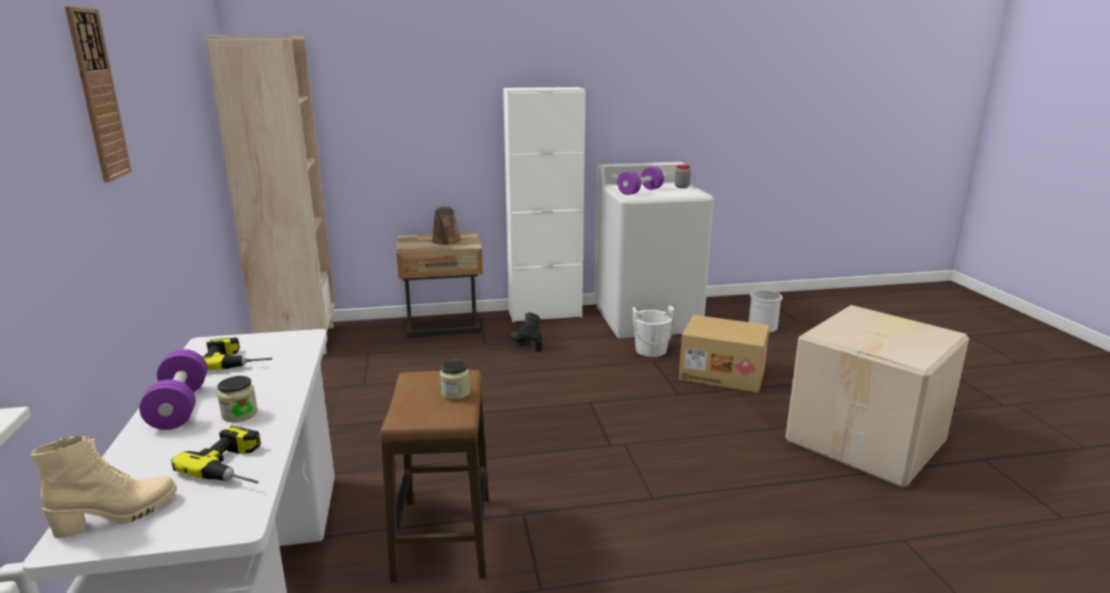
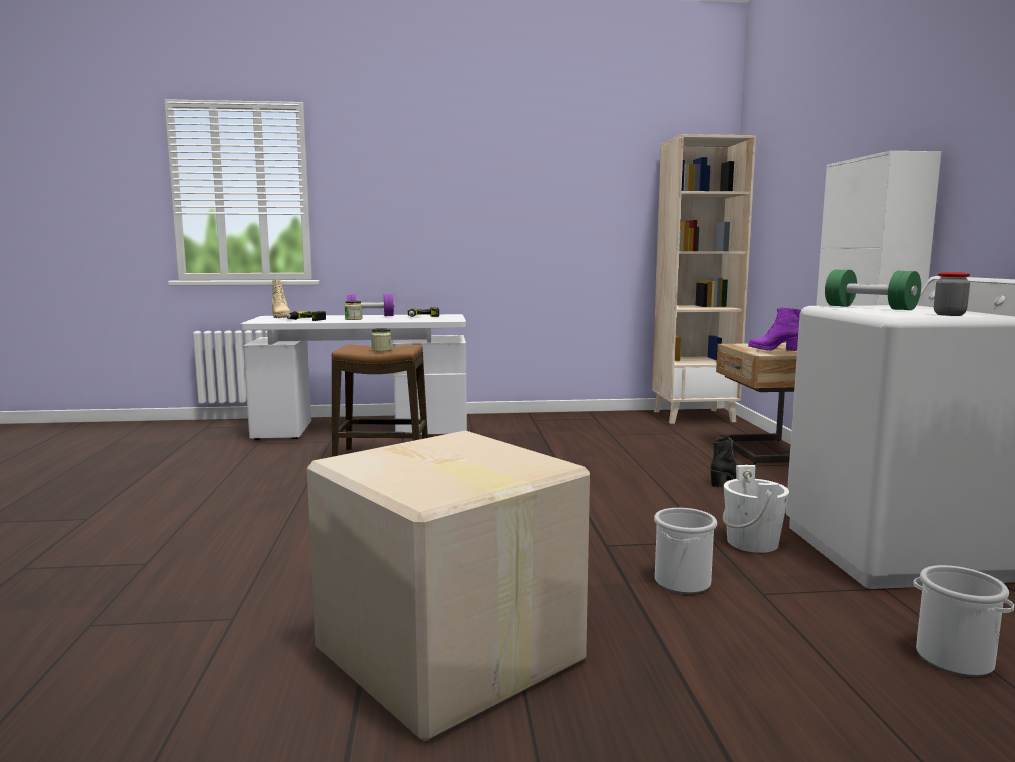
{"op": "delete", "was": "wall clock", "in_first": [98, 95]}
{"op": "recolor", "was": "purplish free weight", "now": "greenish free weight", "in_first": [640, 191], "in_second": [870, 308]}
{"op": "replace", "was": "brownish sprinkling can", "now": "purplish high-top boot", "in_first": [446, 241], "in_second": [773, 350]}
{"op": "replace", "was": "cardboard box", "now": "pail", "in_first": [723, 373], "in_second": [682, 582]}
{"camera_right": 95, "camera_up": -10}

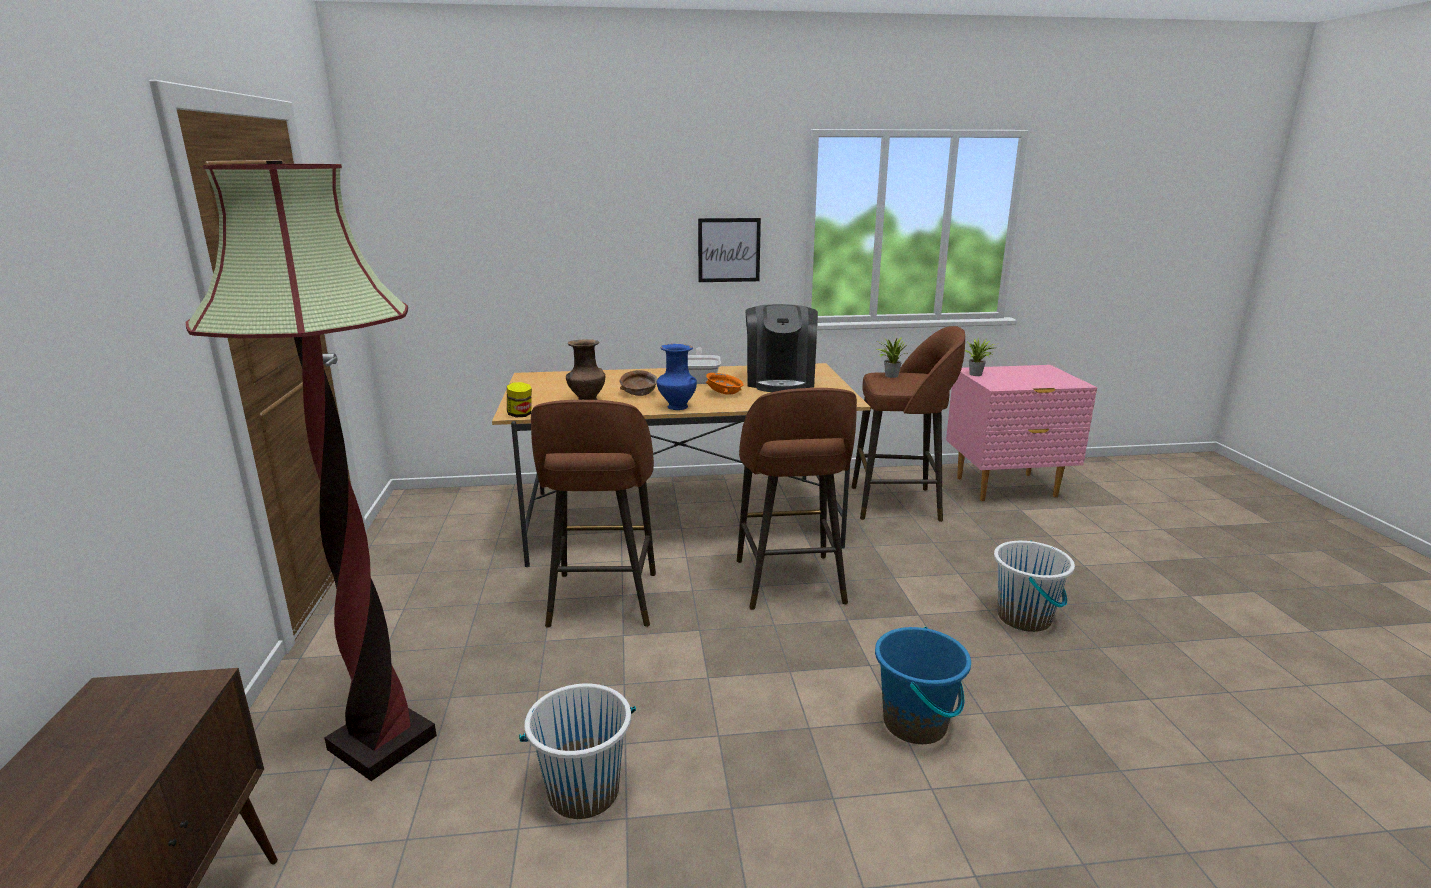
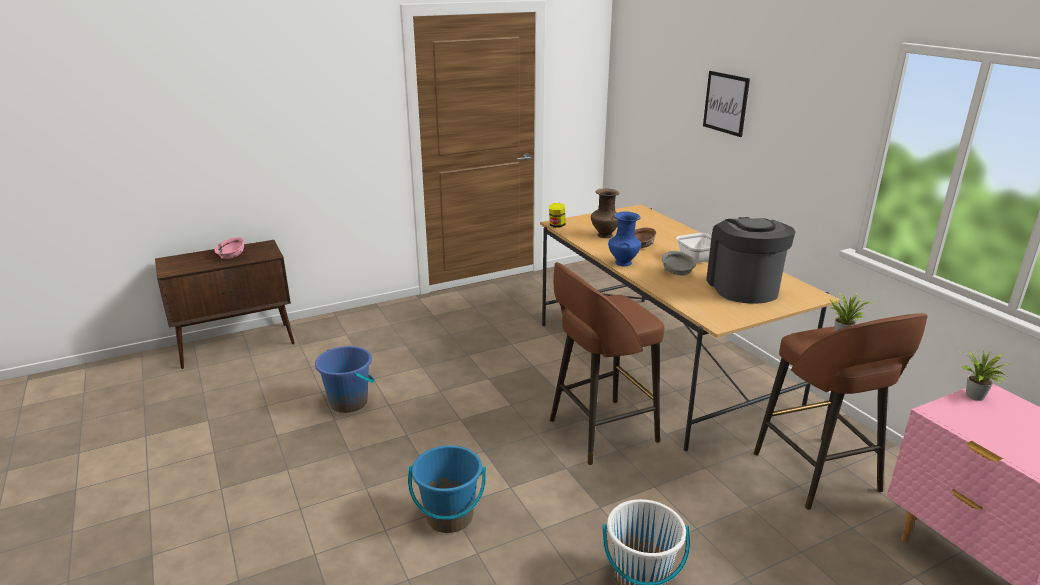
{"op": "delete", "was": "floor lamp", "in_first": [382, 743]}
{"op": "move", "was": "wall picture", "in_first": [729, 250], "in_second": [726, 103]}
{"op": "rotate", "was": "coffee brewer", "in_first": [780, 381], "in_second": [743, 287], "clockwise": 105}
{"op": "recolor", "was": "orangey bowl", "now": "greyish bowl", "in_first": [724, 393], "in_second": [677, 272]}
{"op": "delete", "was": "brownish stool seat", "in_first": [602, 601]}
{"op": "recolor", "was": "whitish pail", "now": "blue-coloured pail", "in_first": [583, 792], "in_second": [349, 402]}
{"op": "insert", "now": "pink bowl", "in_second": [231, 256]}
{"camera_right": 70, "camera_up": 5}

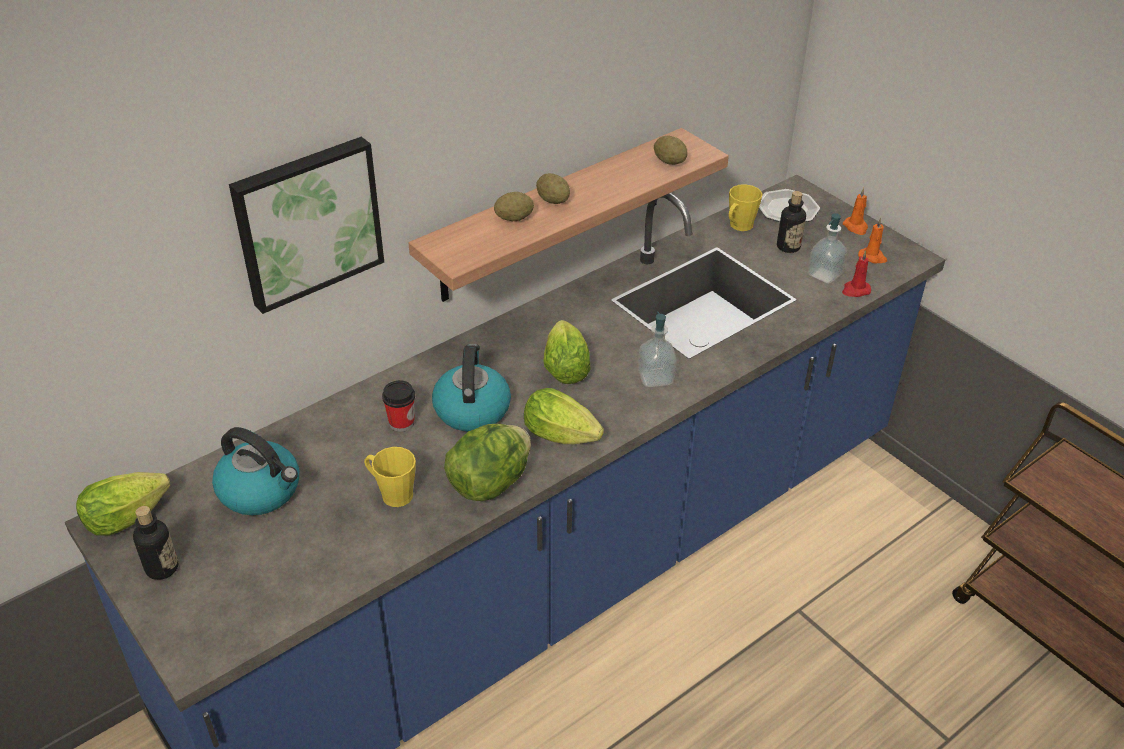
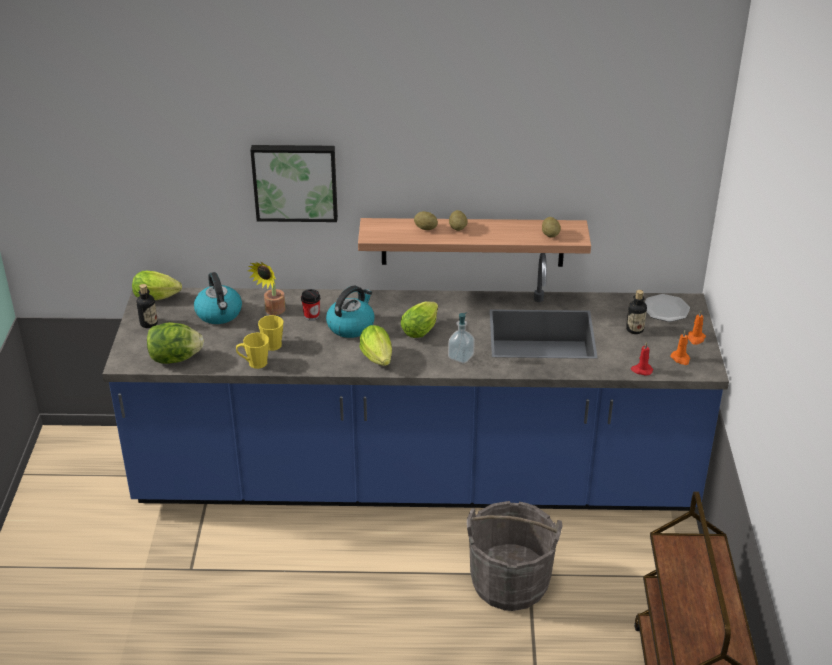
{"op": "move", "was": "yellow-coloured coffee mug", "in_first": [738, 226], "in_second": [254, 363]}
{"op": "delete", "was": "soap bottle", "in_first": [824, 275]}
{"op": "move", "was": "head of lettuce", "in_first": [490, 483], "in_second": [175, 358]}
{"op": "insert", "now": "potted plant", "in_second": [273, 311]}
{"op": "insert", "now": "greyish pail", "in_second": [509, 583]}
{"camera_right": 40, "camera_up": -5}

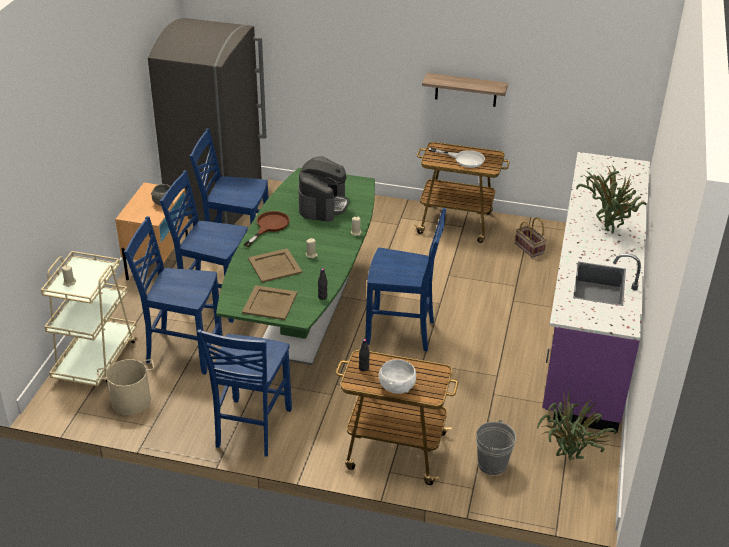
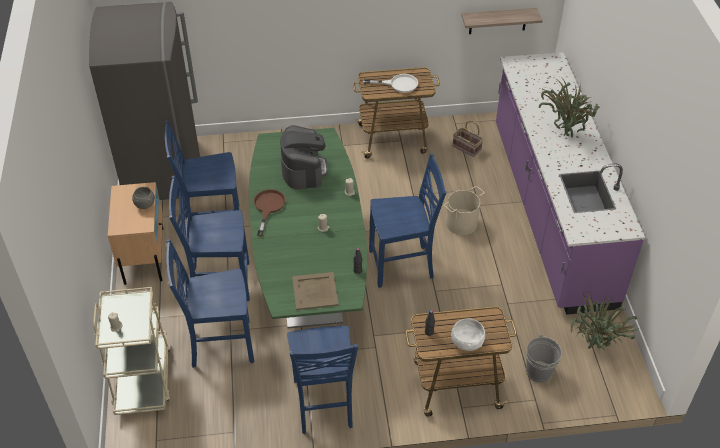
{"op": "move", "was": "wall shelf", "in_first": [466, 90], "in_second": [498, 21]}
{"op": "delete", "was": "beige carrying tray", "in_first": [274, 265]}
{"op": "move", "was": "beige pail", "in_first": [130, 401], "in_second": [461, 223]}
{"camera_right": -20, "camera_up": 10}

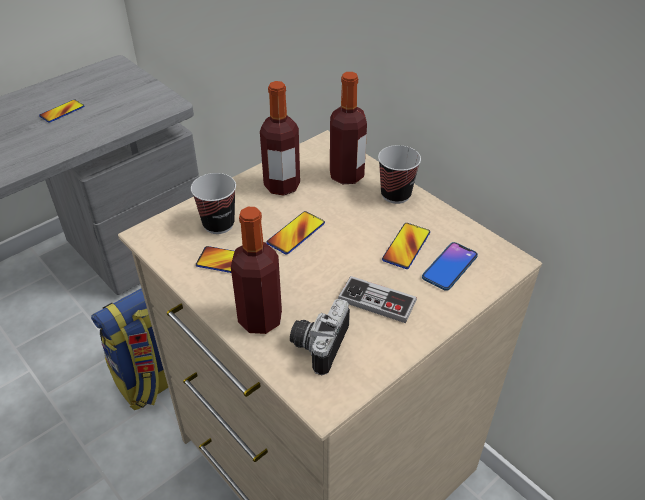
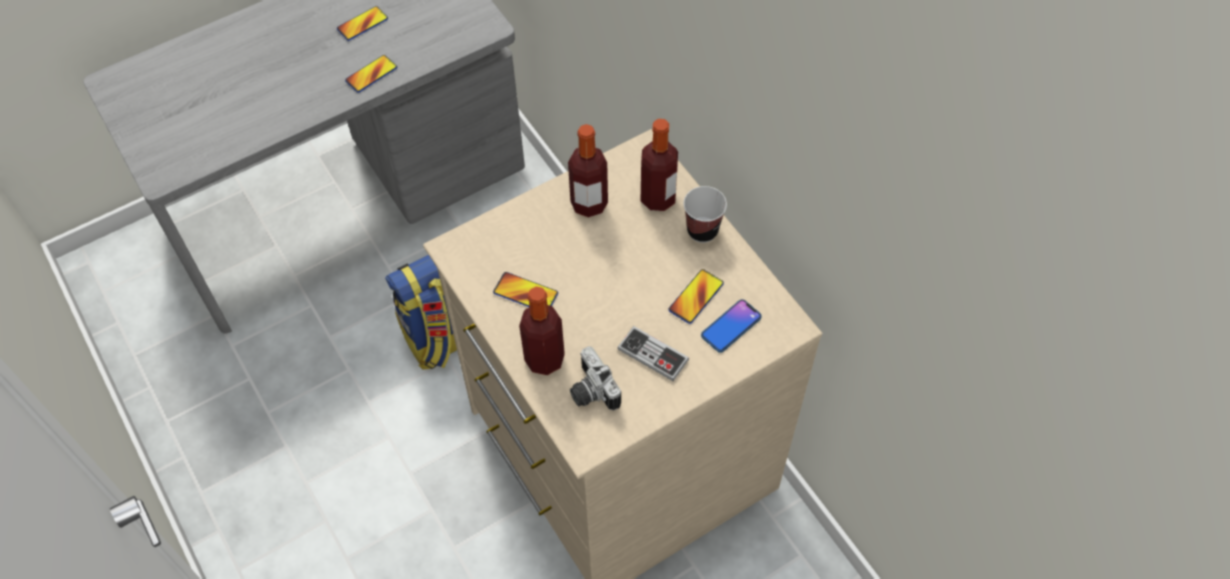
{"op": "delete", "was": "drinking cup", "in_first": [218, 224]}
{"op": "move", "was": "telephone", "in_first": [296, 233], "in_second": [371, 74]}
{"op": "rotate", "was": "still camera", "in_first": [317, 344], "in_second": [590, 391], "clockwise": -60}
{"camera_right": 10, "camera_up": 15}

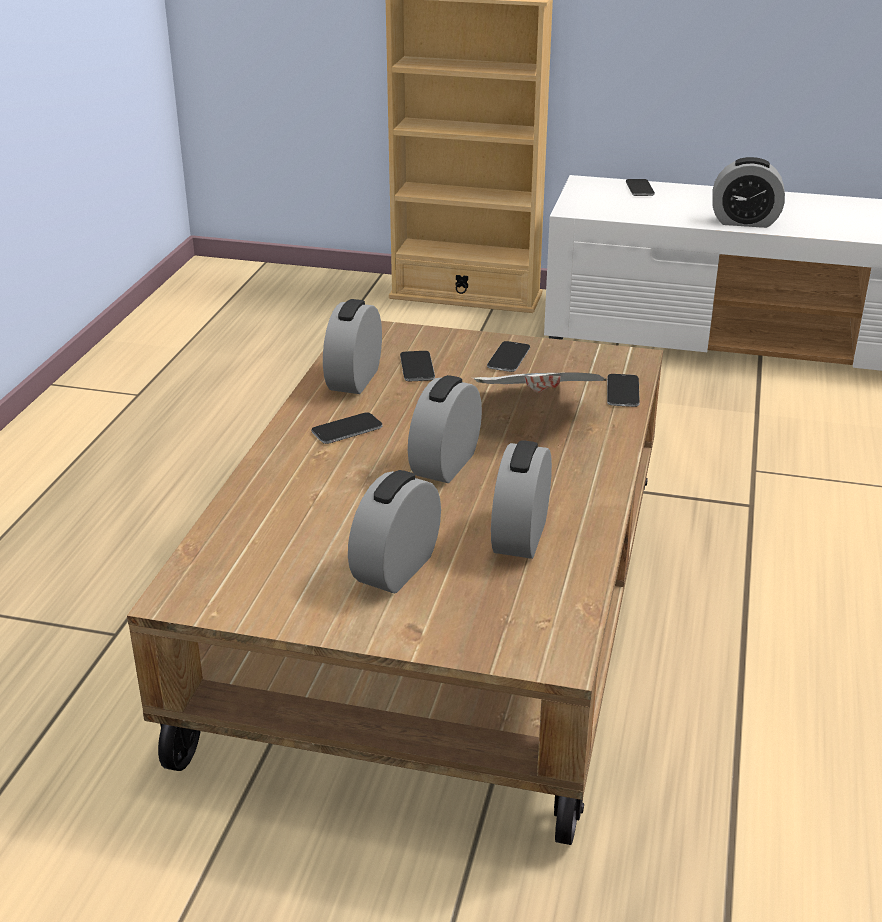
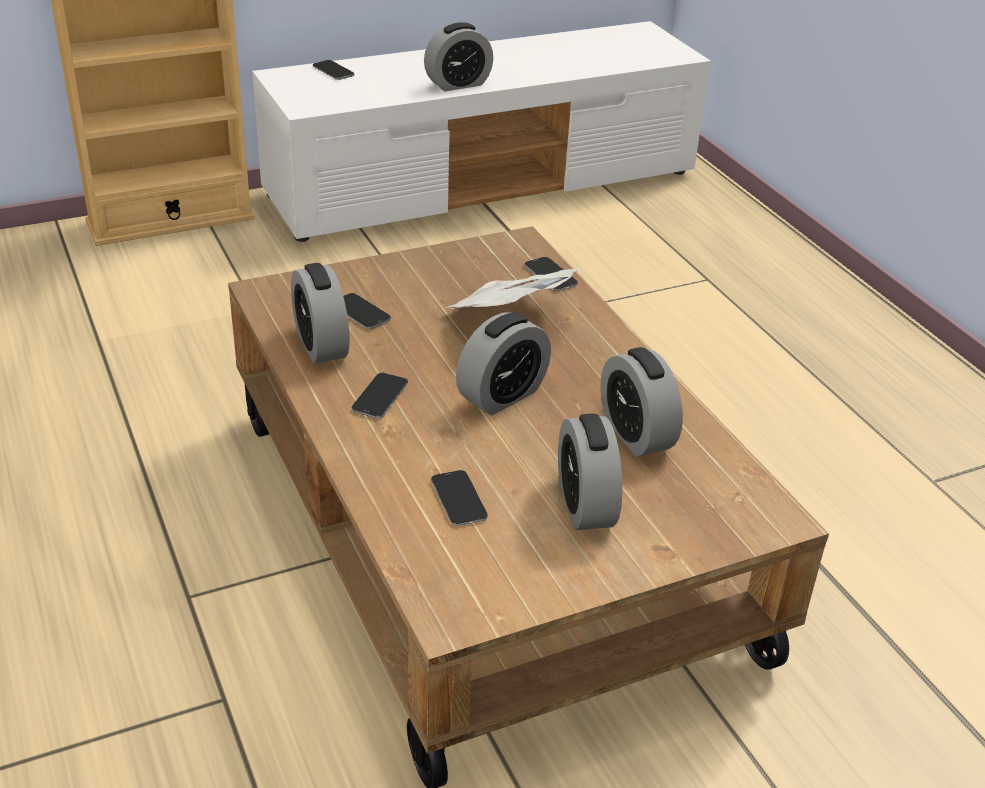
{"op": "move", "was": "telephone", "in_first": [508, 358], "in_second": [458, 499]}
{"op": "rotate", "was": "alarm clock", "in_first": [445, 464], "in_second": [502, 395], "clockwise": -120}
{"camera_right": -40, "camera_up": 5}

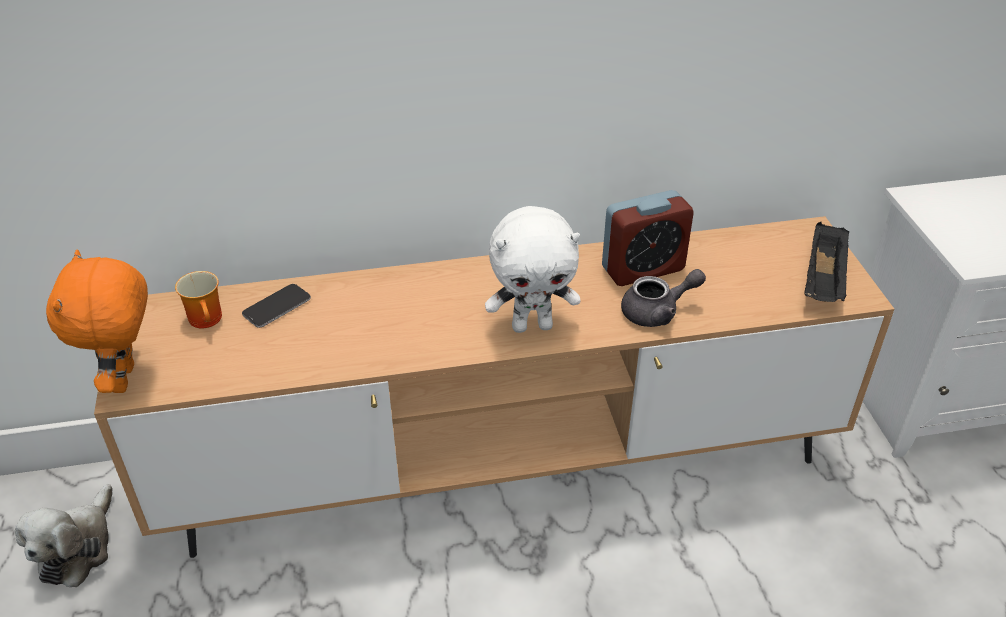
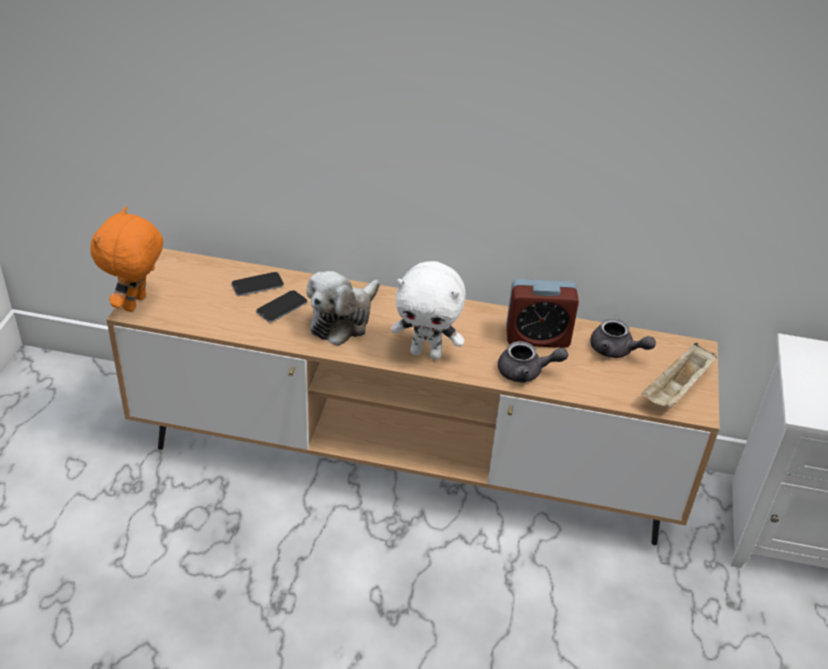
{"op": "recolor", "was": "black-coloured carrying tray", "now": "beige carrying tray", "in_first": [823, 280], "in_second": [676, 390]}
{"op": "delete", "was": "coffee mug", "in_first": [209, 319]}
{"op": "move", "was": "plush toy", "in_first": [78, 548], "in_second": [343, 319]}
{"op": "insert", "now": "telephone", "in_second": [282, 307]}
{"op": "insert", "now": "greyish teapot", "in_second": [616, 351]}
{"camera_right": 20, "camera_up": 0}

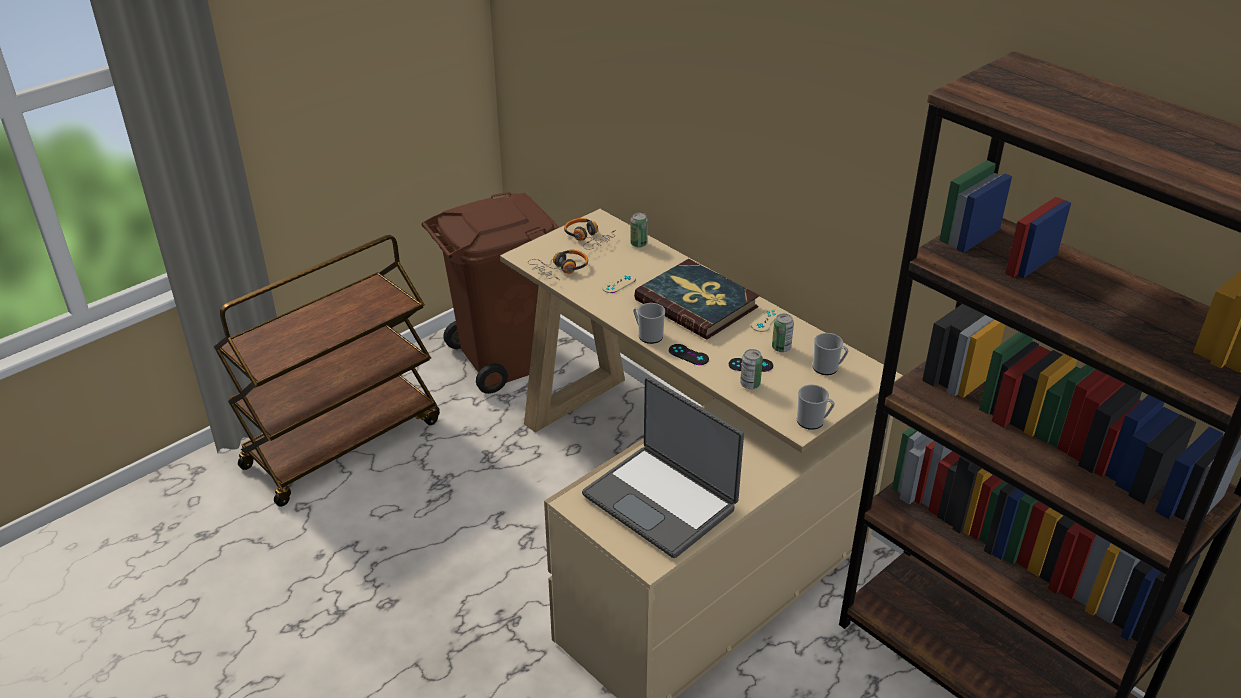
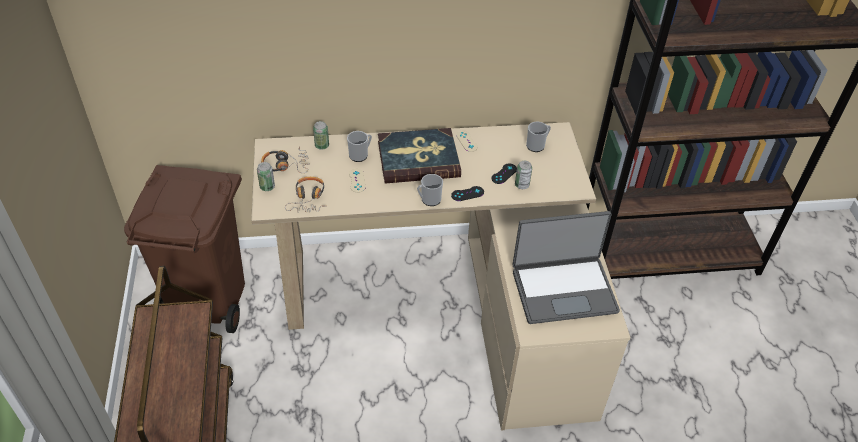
{"op": "move", "was": "sealed can", "in_first": [781, 348], "in_second": [267, 187]}
{"op": "move", "was": "coffee mug", "in_first": [813, 421], "in_second": [360, 155]}
{"camera_right": -55, "camera_up": 10}

